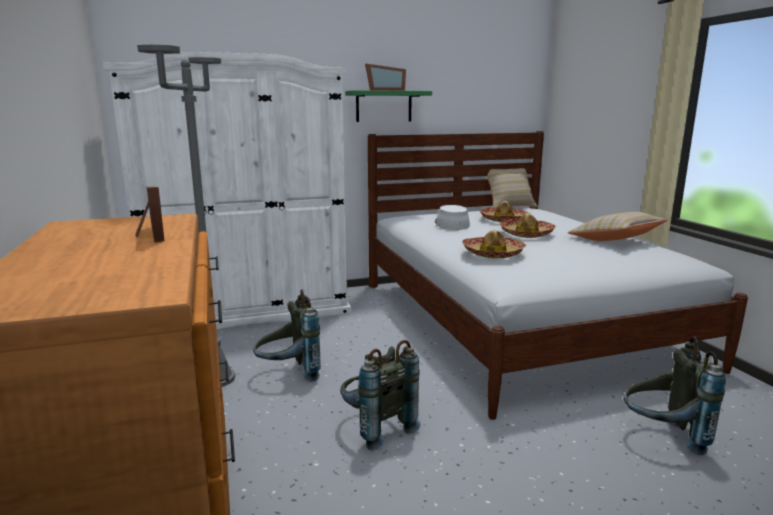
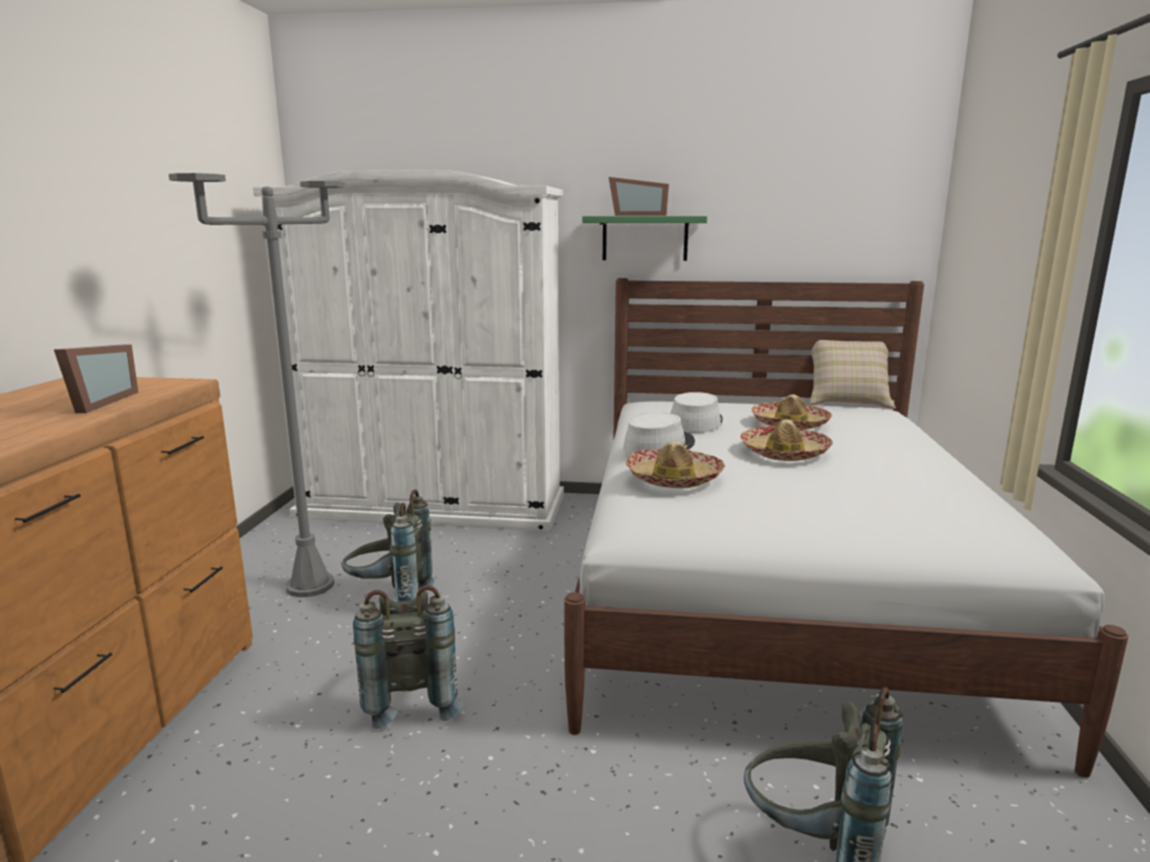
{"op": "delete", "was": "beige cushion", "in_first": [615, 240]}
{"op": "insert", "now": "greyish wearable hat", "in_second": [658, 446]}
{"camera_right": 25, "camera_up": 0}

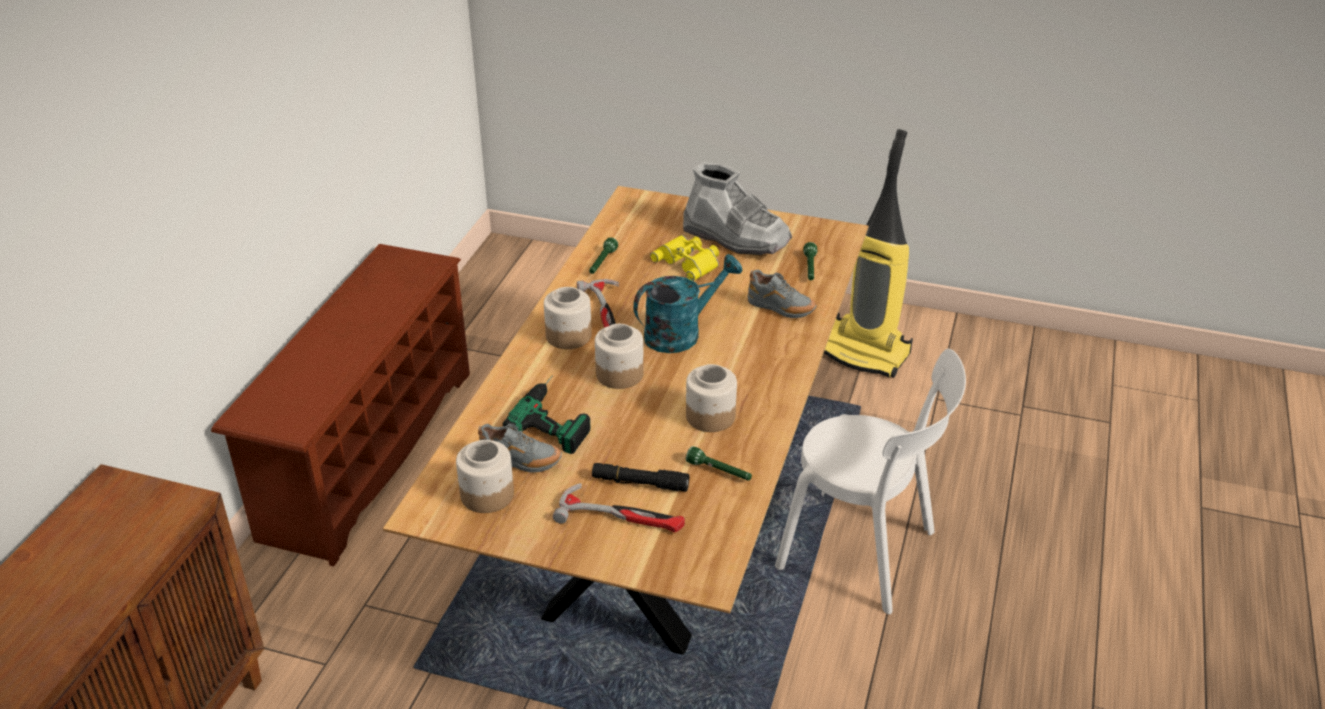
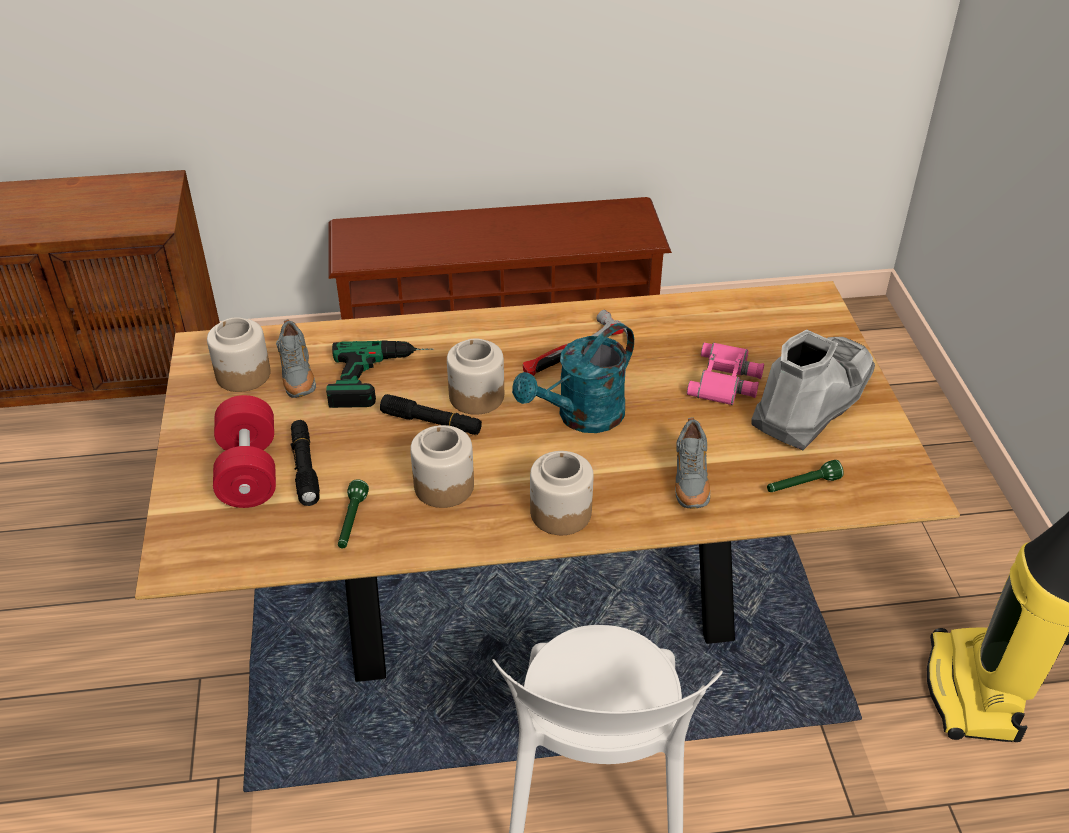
{"op": "rotate", "was": "greyish high-top boot", "in_first": [736, 238], "in_second": [812, 403], "clockwise": -150}
{"op": "recolor", "was": "yellow-coloured field glasses", "now": "pink field glasses", "in_first": [689, 261], "in_second": [726, 381]}
{"op": "delete", "was": "greenish hand torch", "in_first": [602, 263]}
{"op": "rotate", "was": "turquoise sprinkling can", "in_first": [681, 333], "in_second": [581, 417], "clockwise": 105}
{"op": "move", "was": "storage jar", "in_first": [568, 336], "in_second": [560, 512]}
{"op": "replace", "was": "hand hammer", "now": "red-coloured free weight", "in_first": [621, 516], "in_second": [249, 471]}
{"op": "insert", "now": "black-coloured hand torch", "in_second": [431, 423]}
{"camera_right": 65, "camera_up": 5}

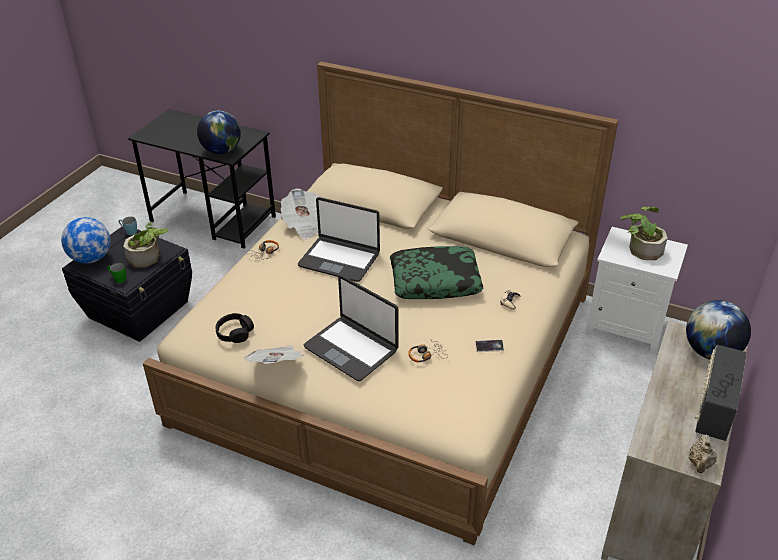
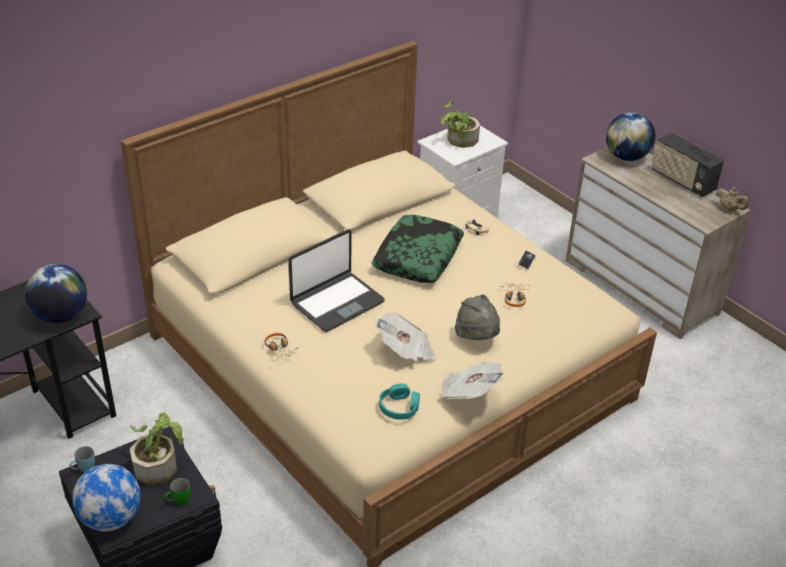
{"op": "move", "was": "newspaper", "in_first": [305, 225], "in_second": [406, 350]}
{"op": "replace", "was": "notebook computer", "now": "greyish wearable hat", "in_first": [351, 348], "in_second": [477, 337]}
{"op": "recolor", "was": "black-coloured headphones", "now": "turquoise headphones", "in_first": [235, 333], "in_second": [399, 407]}
{"camera_right": -65, "camera_up": 0}

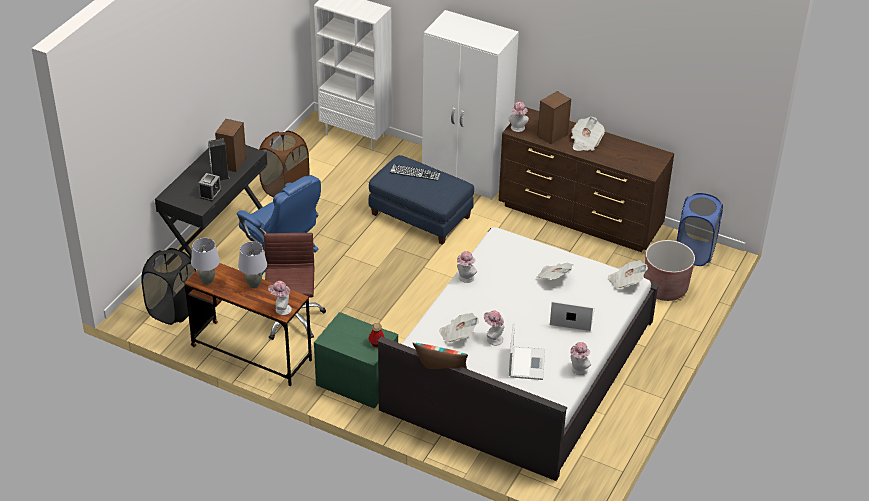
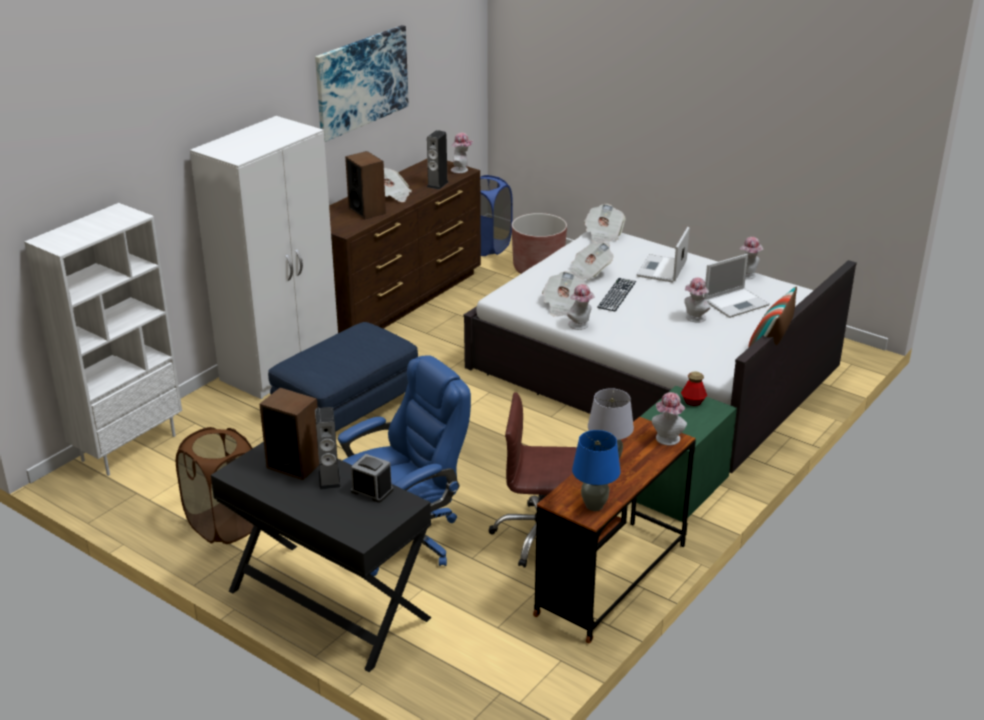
{"op": "move", "was": "wearable hat", "in_first": [518, 129], "in_second": [461, 170]}
{"op": "move", "was": "keyboard", "in_first": [415, 172], "in_second": [617, 294]}
{"op": "recolor", "was": "greyish tabletop lamp", "now": "blue-coloured tabletop lamp", "in_first": [207, 281], "in_second": [594, 506]}
{"op": "delete", "was": "black-coloured hamper", "in_first": [173, 310]}
{"op": "move", "was": "newspaper", "in_first": [457, 335], "in_second": [563, 306]}
{"op": "rotate", "was": "notebook computer", "in_first": [526, 363], "in_second": [736, 303], "clockwise": 135}
{"op": "insert", "now": "wall picture", "in_second": [361, 81]}
{"op": "insert", "now": "loudspeaker", "in_second": [437, 184]}
{"camera_right": -80, "camera_up": -10}

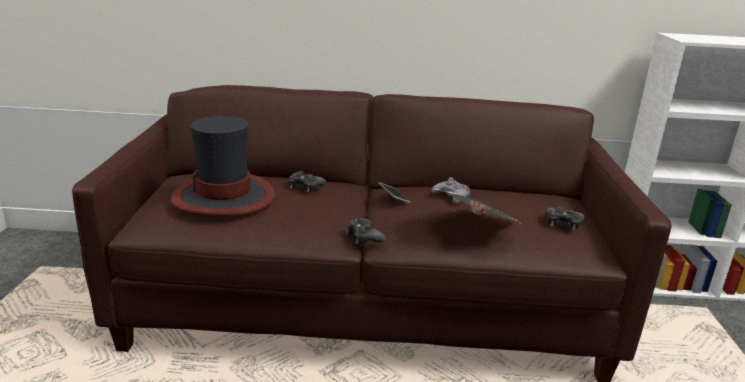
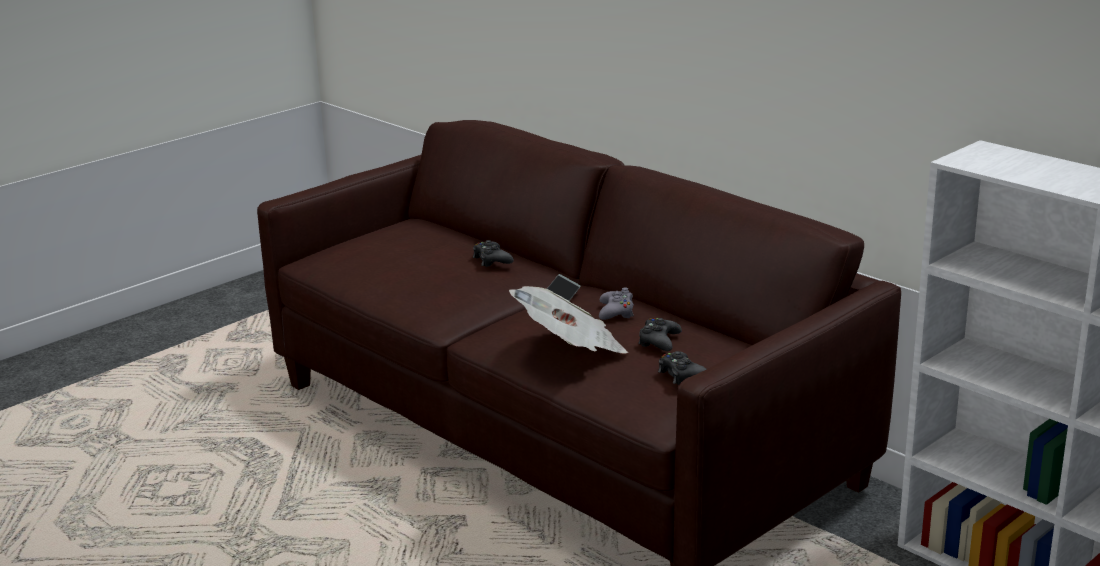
{"op": "delete", "was": "wearable hat", "in_first": [224, 197]}
{"op": "move", "was": "black-coloured game controller", "in_first": [364, 237], "in_second": [659, 341]}
{"camera_right": 45, "camera_up": 0}

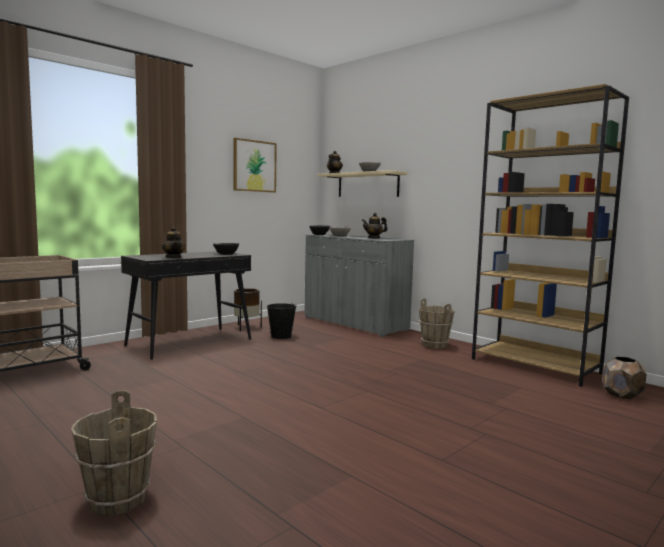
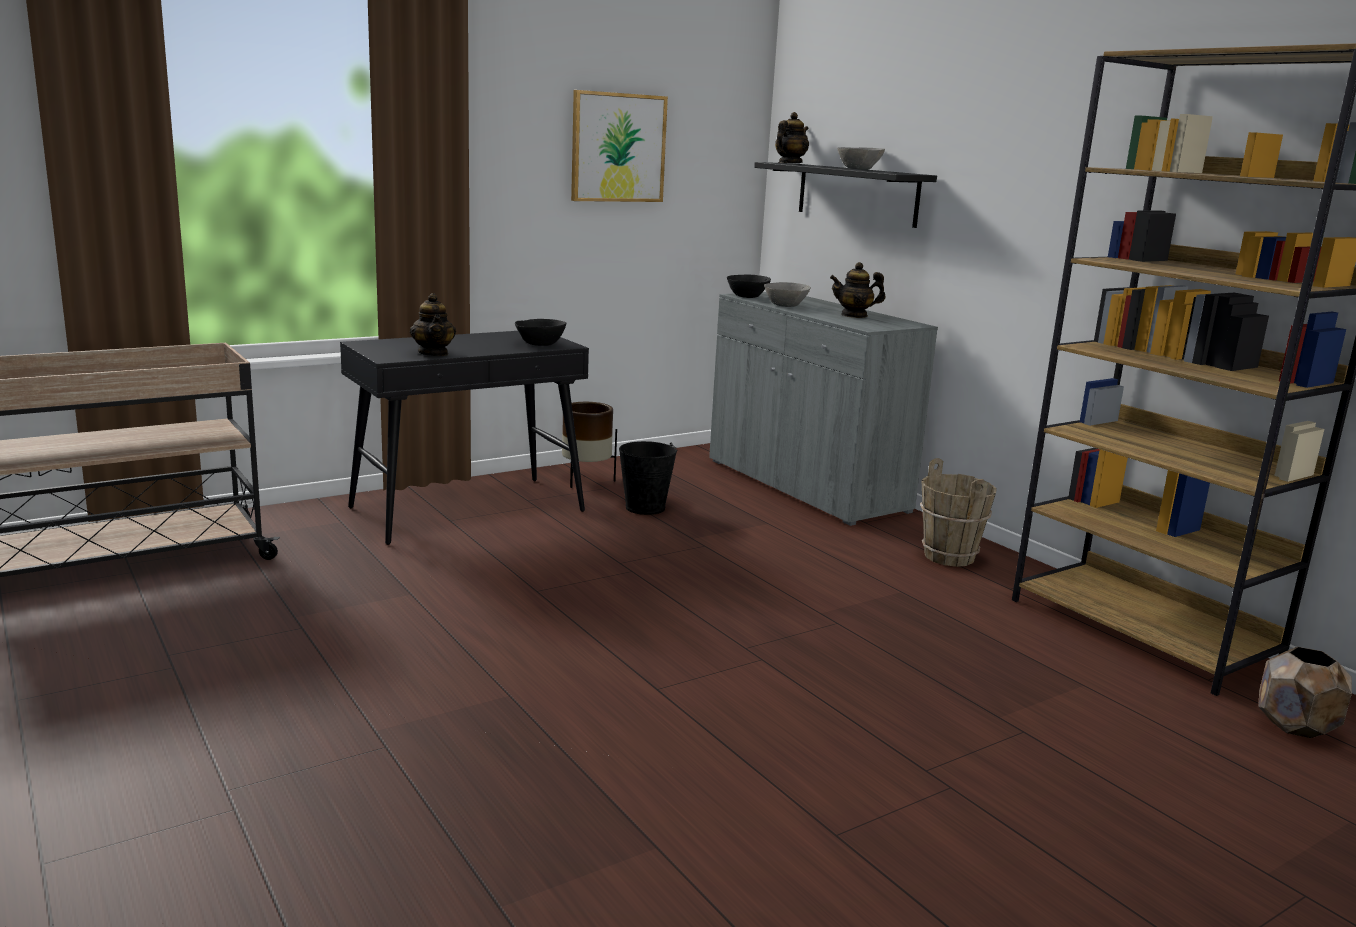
{"op": "recolor", "was": "beige wall shelf", "now": "black-coloured wall shelf", "in_first": [367, 185], "in_second": [857, 194]}
{"op": "delete", "was": "brownish pail", "in_first": [117, 500]}
{"camera_right": 10, "camera_up": 10}

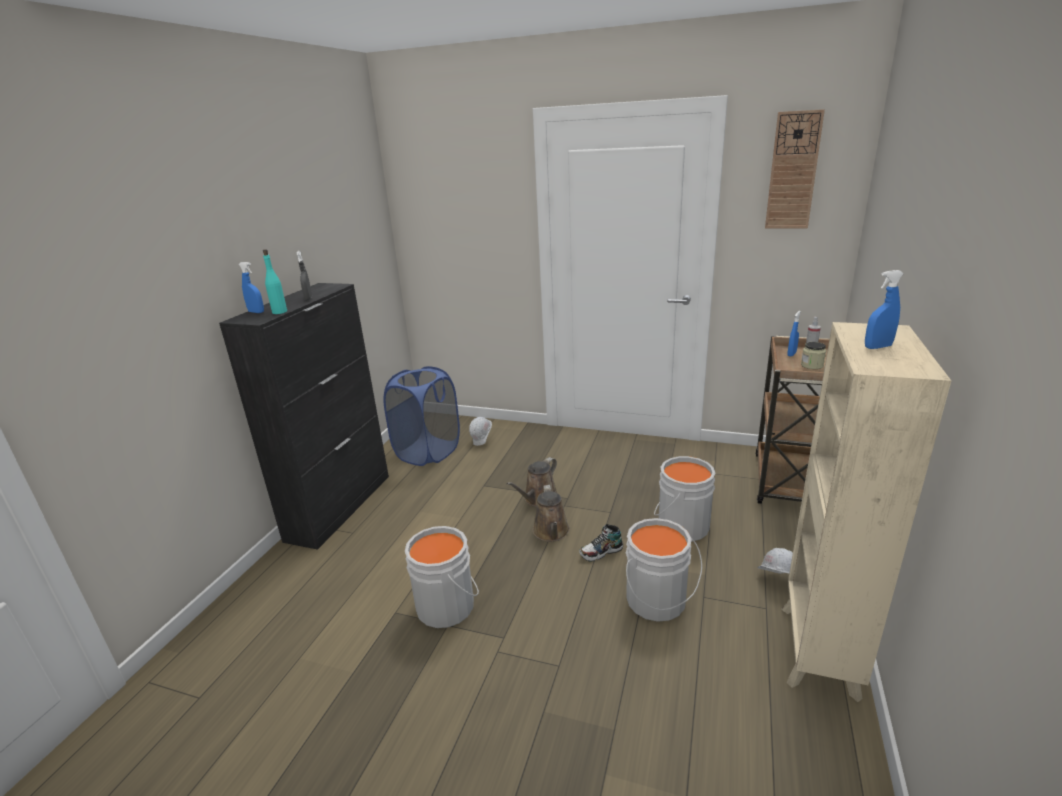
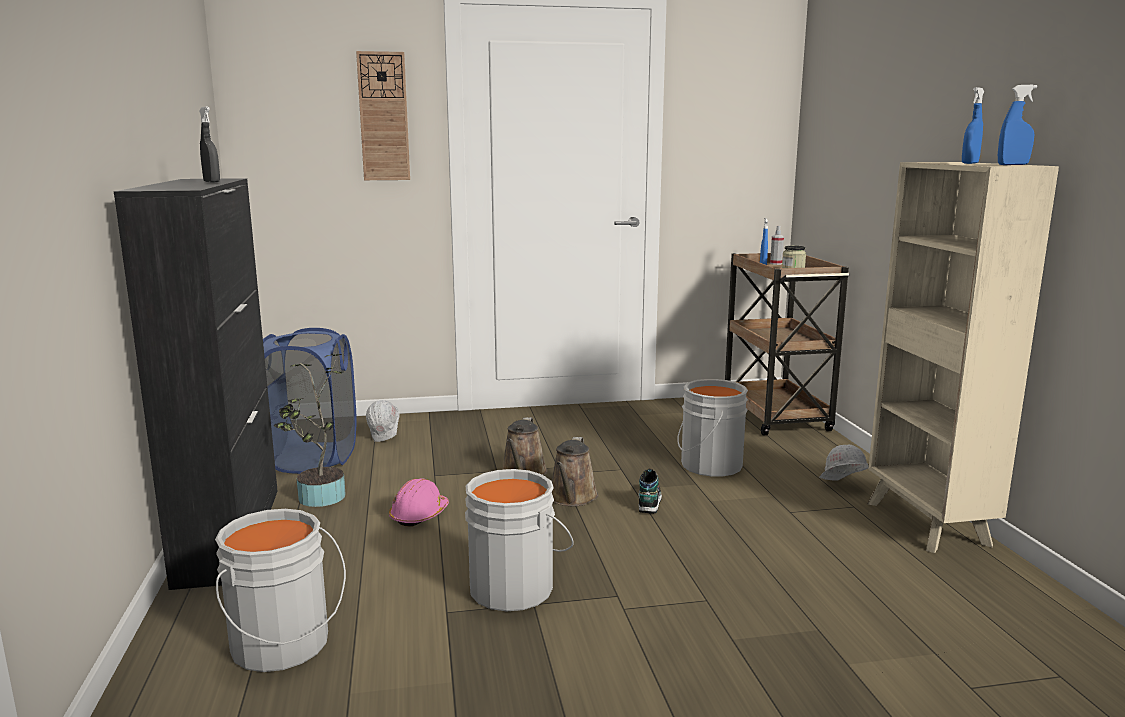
{"op": "move", "was": "wall clock", "in_first": [793, 171], "in_second": [383, 117]}
{"op": "delete", "was": "turquoise bottle", "in_first": [279, 312]}
{"op": "move", "was": "blue-coloured spray bottle", "in_first": [256, 312], "in_second": [1013, 165]}
{"op": "rotate", "was": "brownish sprinkling can", "in_first": [551, 532], "in_second": [572, 498], "clockwise": 45}
{"op": "move", "was": "greyish pail", "in_first": [657, 602], "in_second": [283, 646]}
{"op": "rotate", "was": "item of footwear", "in_first": [601, 552], "in_second": [648, 502], "clockwise": 150}
{"op": "insert", "now": "potted plant", "in_second": [318, 499]}
{"op": "insert", "now": "pink safety helmet", "in_second": [419, 515]}
{"camera_right": -30, "camera_up": -10}

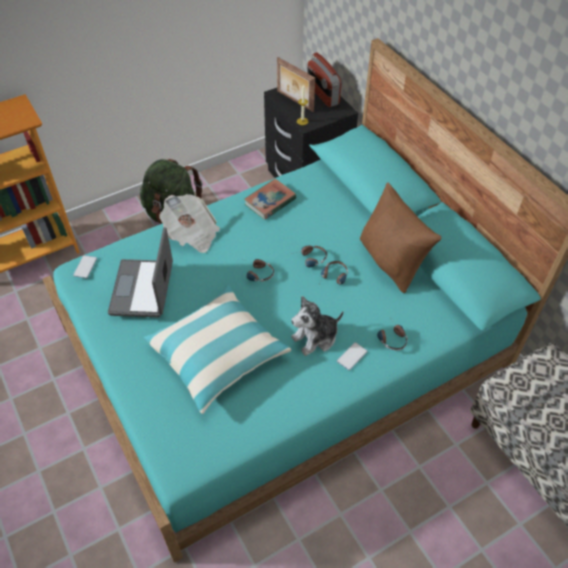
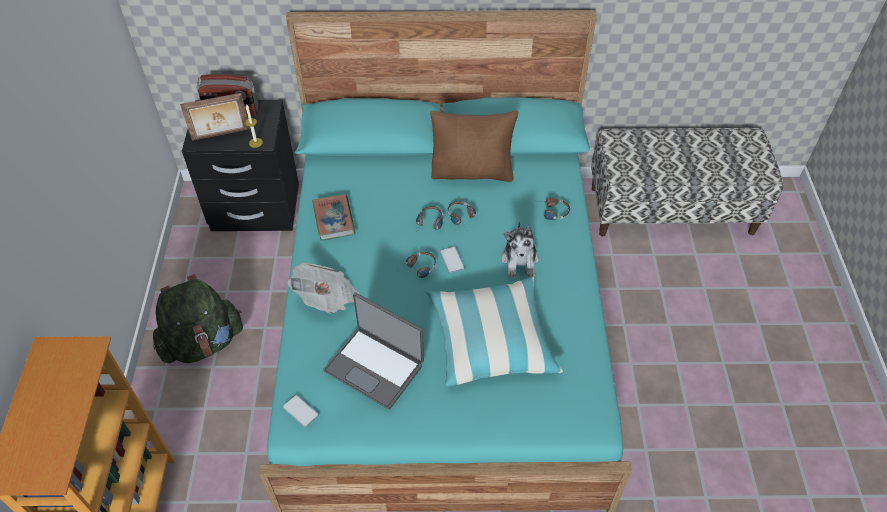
{"op": "move", "was": "telephone", "in_first": [352, 356], "in_second": [452, 260]}
{"camera_right": -60, "camera_up": 0}

